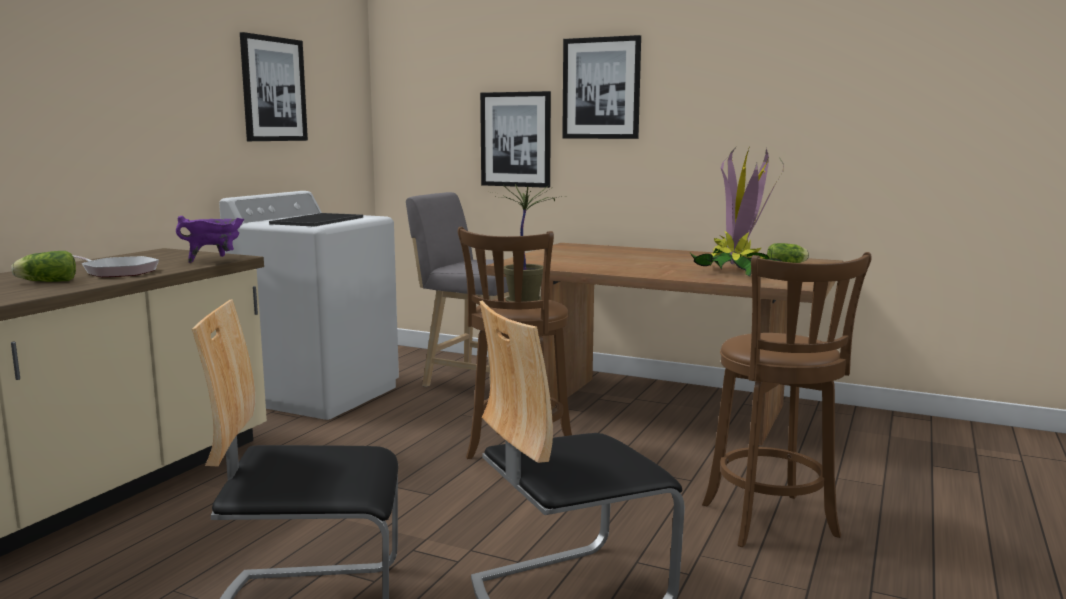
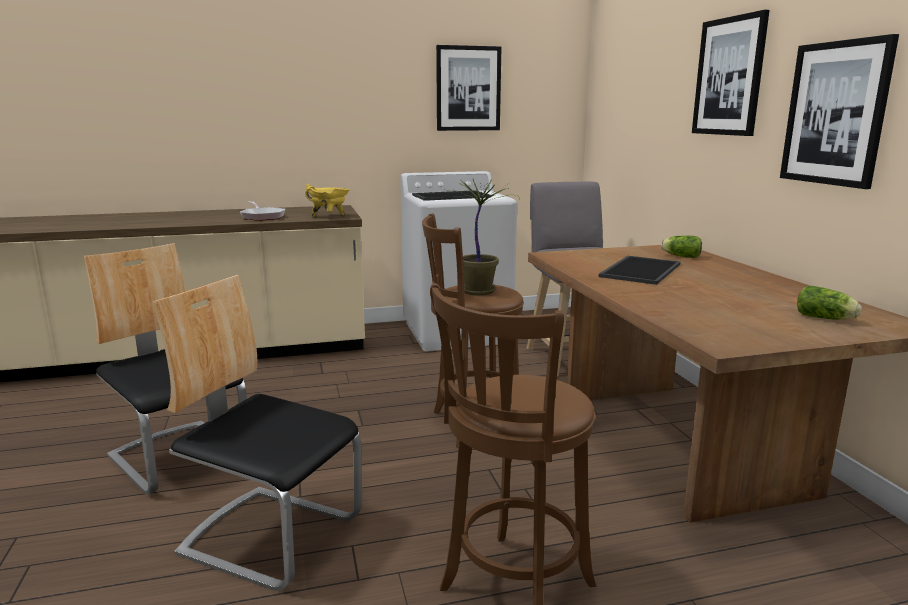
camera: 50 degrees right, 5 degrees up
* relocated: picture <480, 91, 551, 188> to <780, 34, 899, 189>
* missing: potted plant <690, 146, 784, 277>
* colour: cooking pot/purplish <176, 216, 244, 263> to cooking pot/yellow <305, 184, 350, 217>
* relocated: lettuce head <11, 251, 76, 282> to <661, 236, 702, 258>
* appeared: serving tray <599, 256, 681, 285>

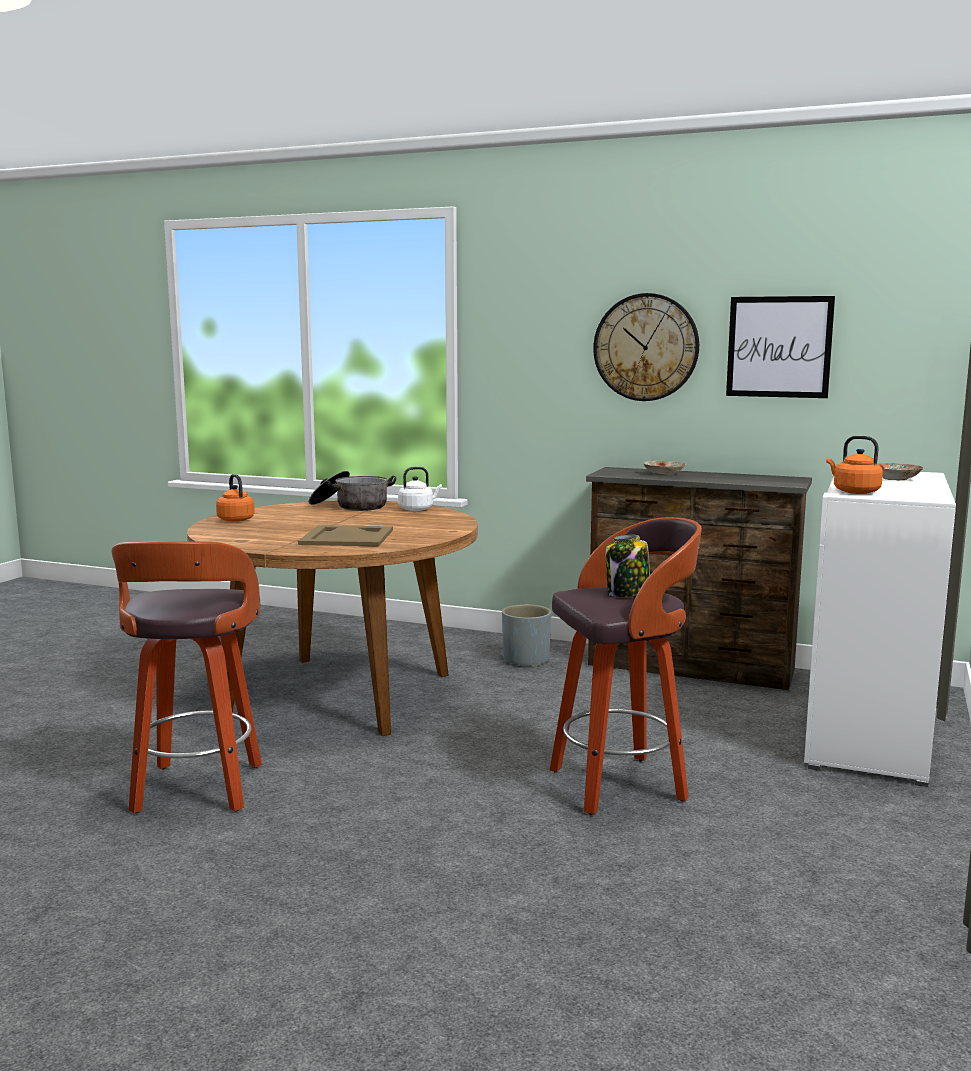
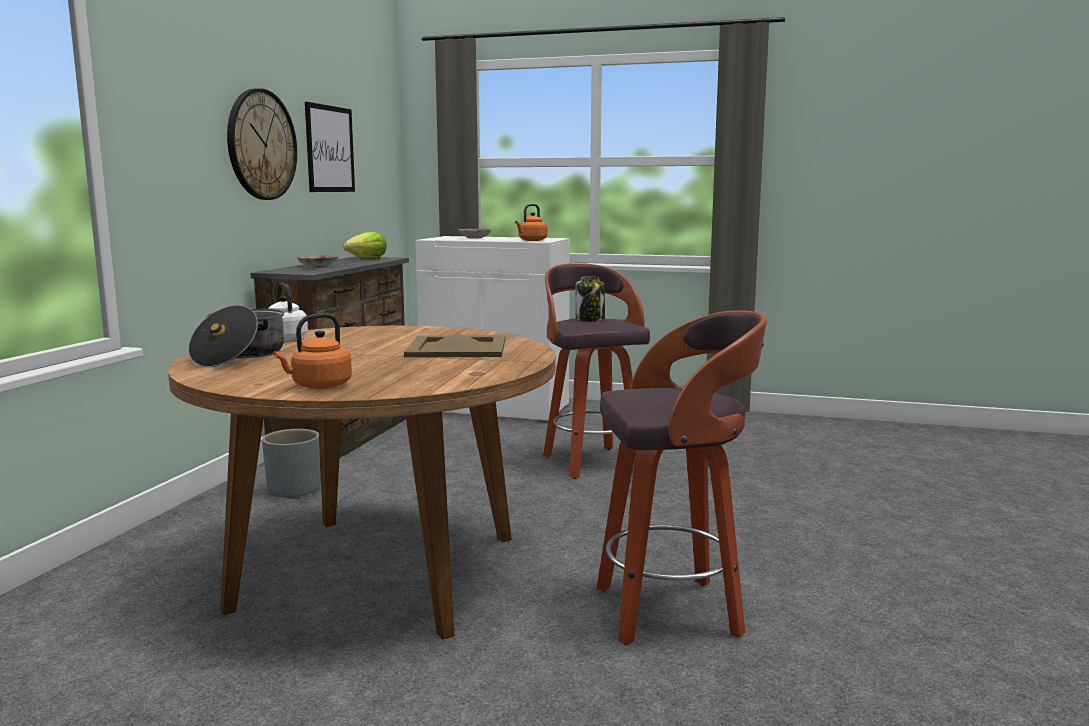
camera: 95 degrees left, 0 degrees up
* appeared: lettuce head <343, 232, 387, 258>

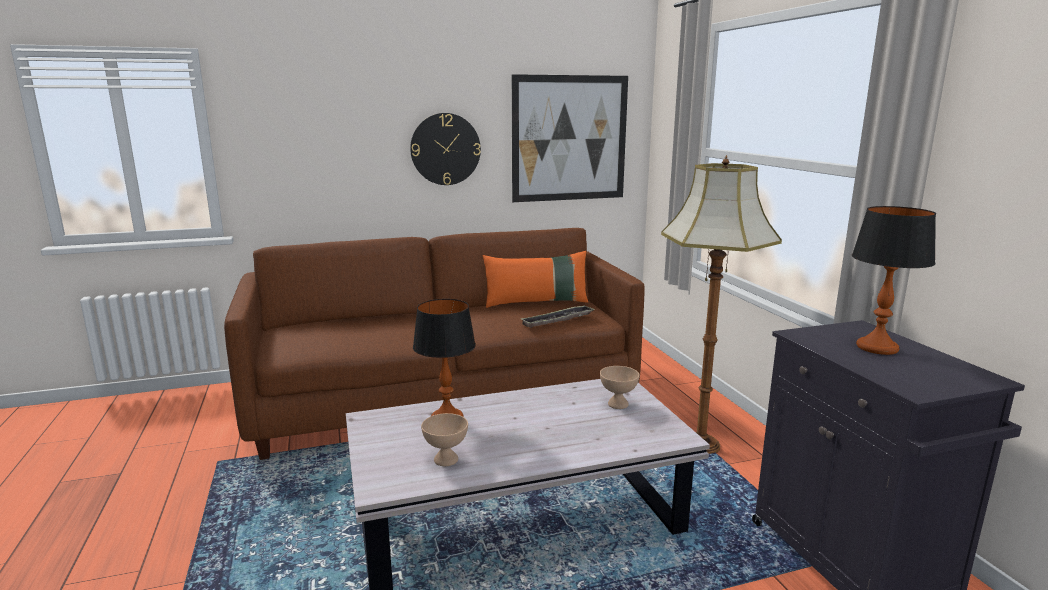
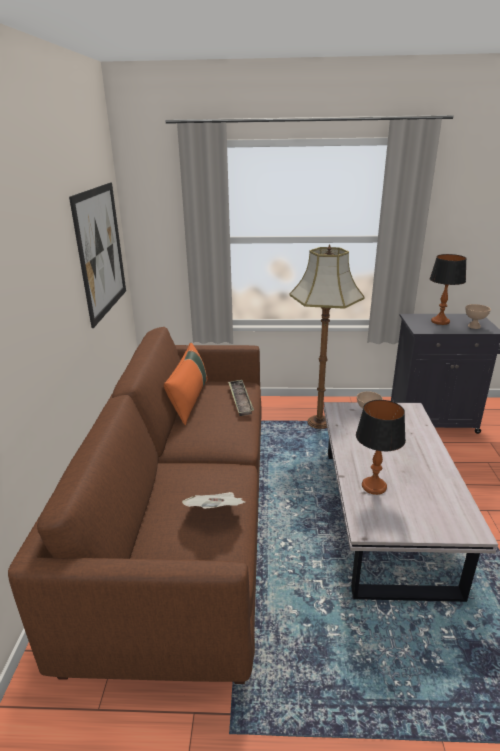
camera: 70 degrees left, 10 degrees up
* missing: clock on the wall <410, 113, 481, 185>
* relocated: deep dish/beige <421, 413, 468, 466> to <466, 304, 491, 329>
* appeared: newspaper <182, 492, 245, 509>

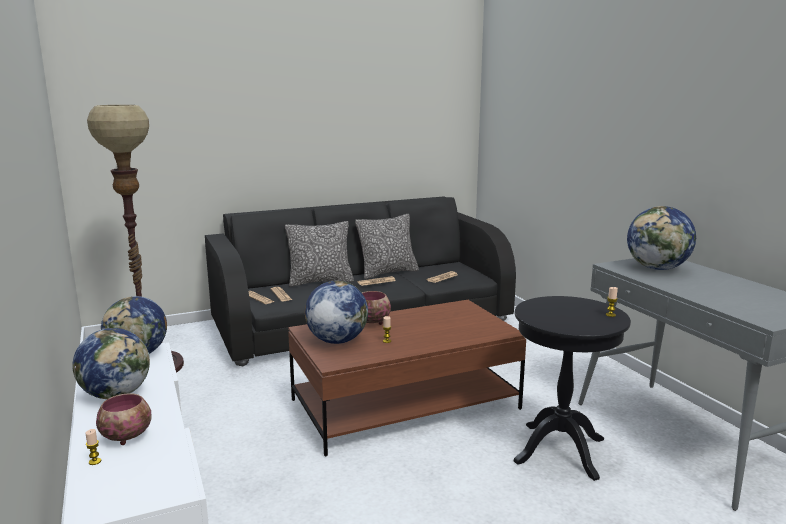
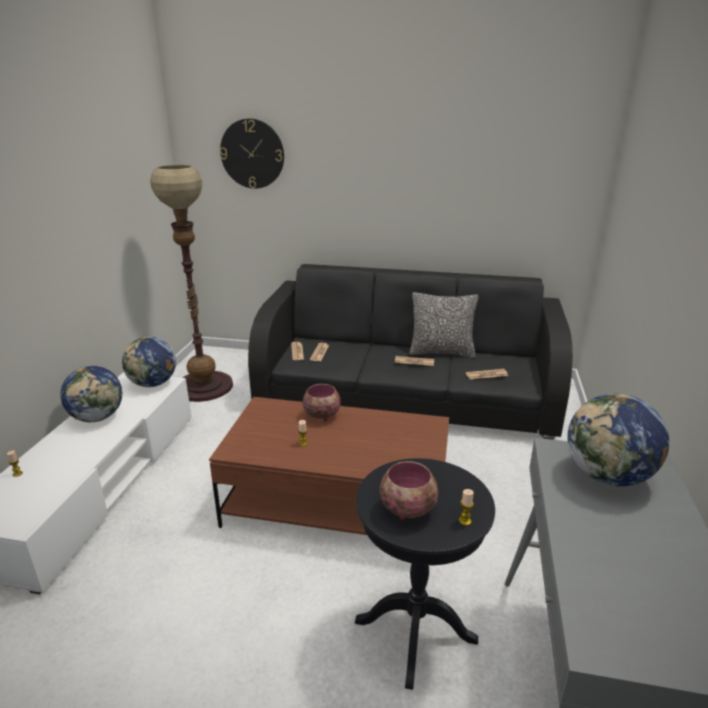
camera: 35 degrees right, 10 degrees up
* missing: throw pillow <285, 221, 354, 287>
* missing: world globe <305, 280, 368, 344>
* relocated: deep dish <96, 393, 152, 445> to <380, 461, 439, 521>
* appeared: clock on the wall <220, 118, 284, 189>

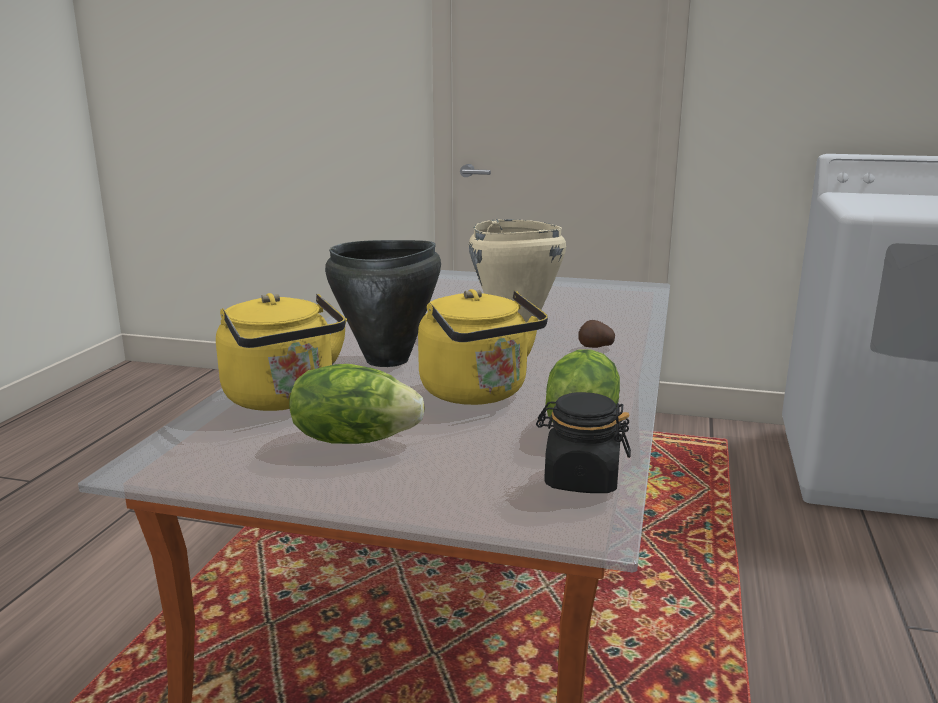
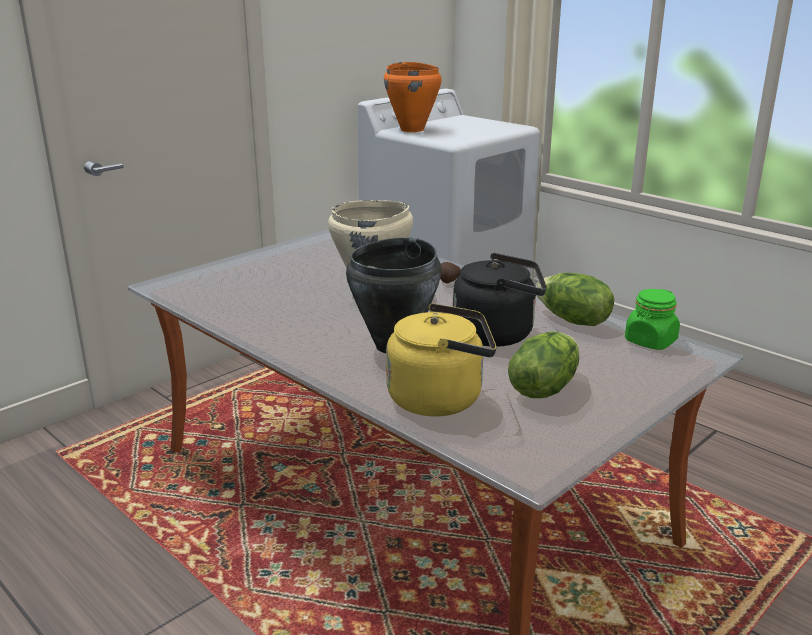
camera: 60 degrees left, 5 degrees up
* colour: kettle/yellow <418, 289, 548, 405> to kettle/black-coloured <453, 253, 547, 347>
* colour: storage jar/black-coloured <536, 392, 631, 493> to storage jar/greenish <625, 289, 680, 350>
* appeared: cooking pot/orange-coloured <384, 62, 442, 132>

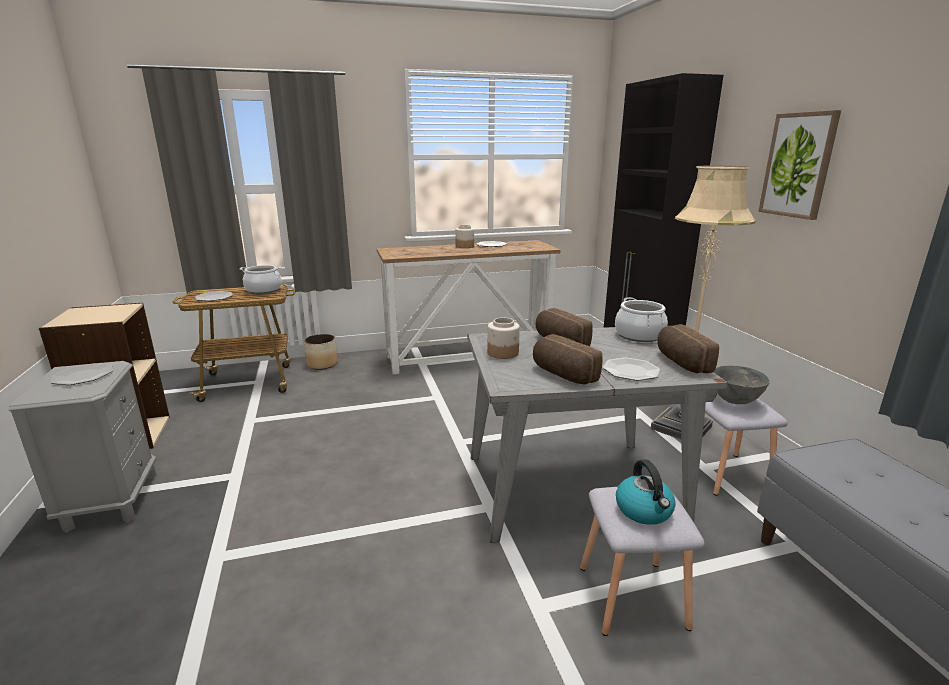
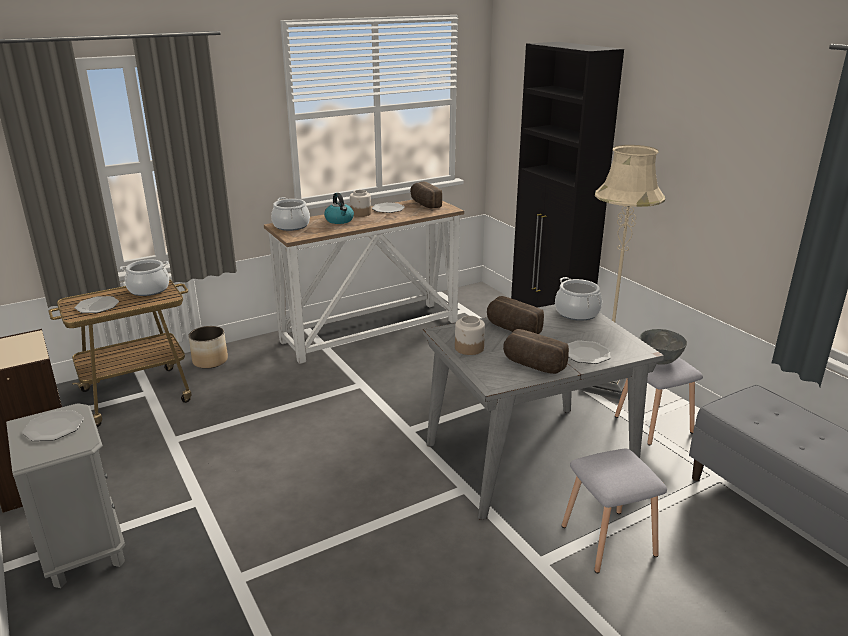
camera: 15 degrees left, 5 degrees up
* missing: picture <758, 110, 841, 220>
* relocated: baked bread <657, 324, 719, 373> to <410, 181, 442, 208>
* relocated: kettle <616, 459, 676, 525> to <324, 193, 354, 224>
* appeared: cooking pot <271, 197, 310, 231>

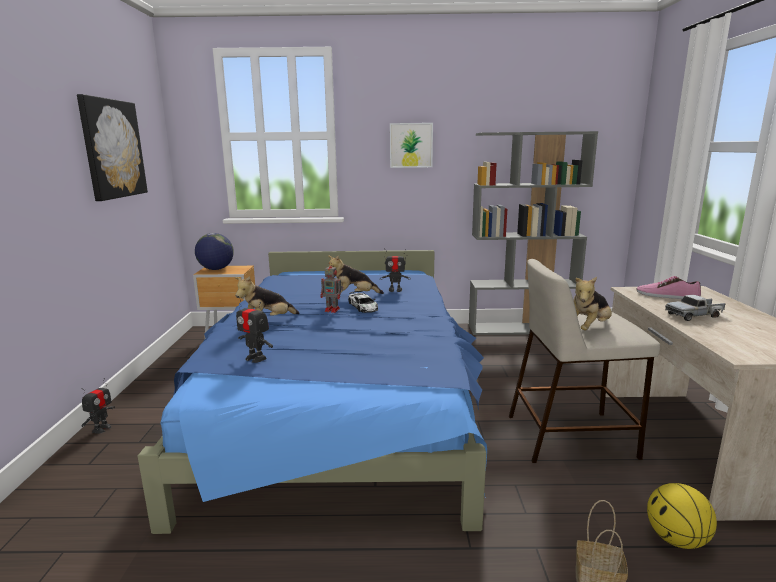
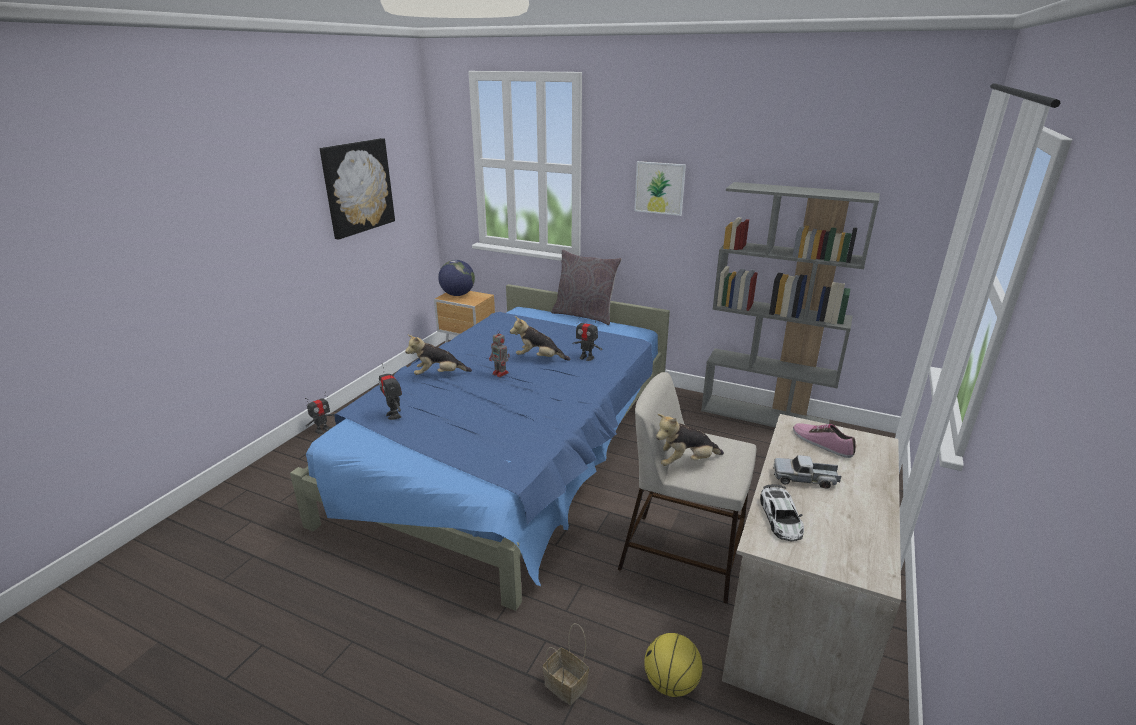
camera: 25 degrees right, 10 degrees up
* relocated: model car <348, 291, 378, 313> to <760, 484, 804, 541>
* appeared: throw pillow/gray <551, 249, 622, 325>

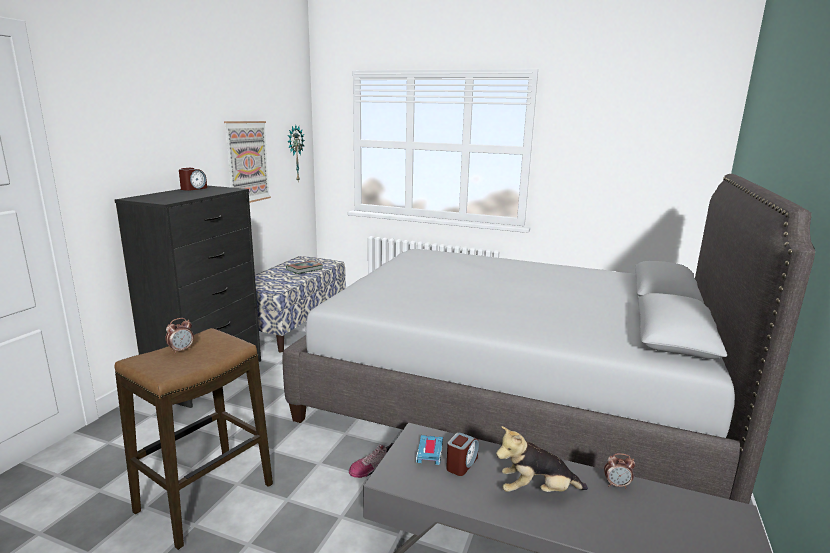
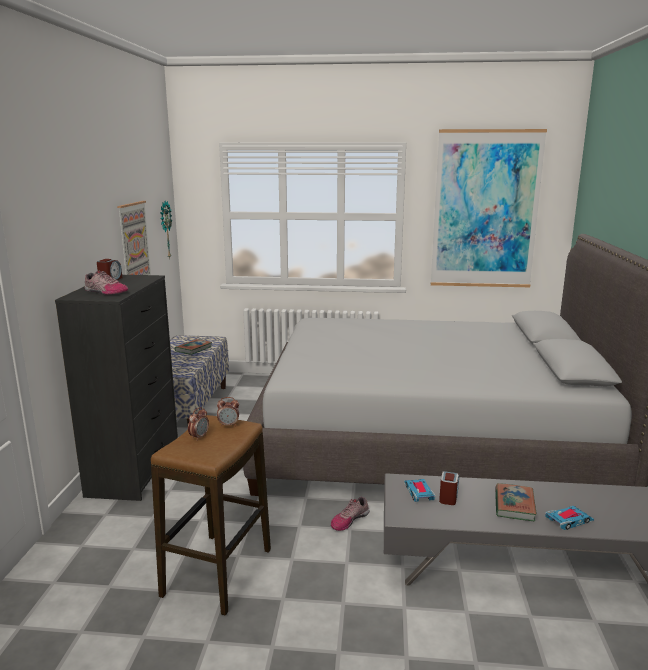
camera: 15 degrees left, 0 degrees up
* exchanged: plush toy <496, 426, 588, 492> to bound book <495, 483, 537, 521>
* relocated: bedside clock <604, 453, 635, 488> to <217, 397, 239, 427>
* appeared: picture <431, 129, 547, 287>
* appeared: item of footwear <85, 271, 128, 294>
* appeared: model car <545, 506, 594, 530>

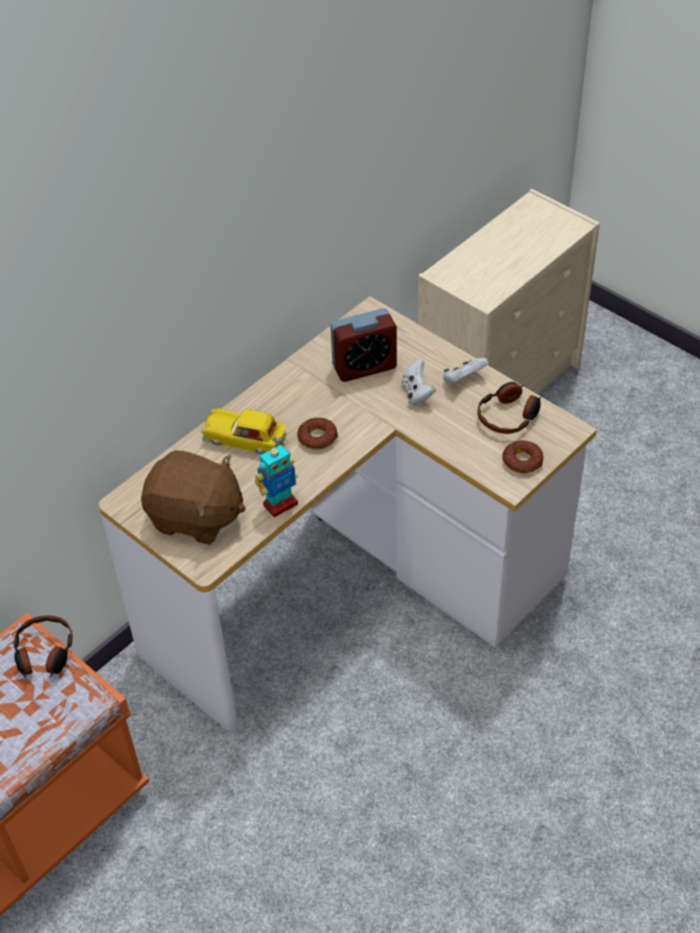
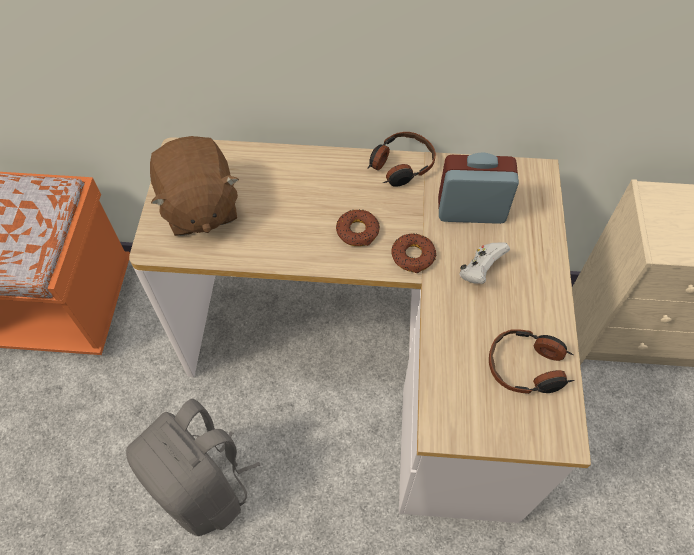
camera: 50 degrees right, 10 degrees up
* spun: bedside clock <330, 308, 397, 382> = <438, 152, 519, 224> 150 degrees clockwise
* missing: gamepad/white-coloured <443, 358, 489, 385>
* missing: model car <201, 408, 286, 454>
* relocated: donut <502, 440, 544, 473> to <392, 234, 436, 273>
* missing: model robot <255, 444, 298, 517>
* relocated: pair of headphones <13, 616, 73, 679> to <367, 132, 436, 187>
* appeared: backpack/gray <126, 399, 260, 536>

